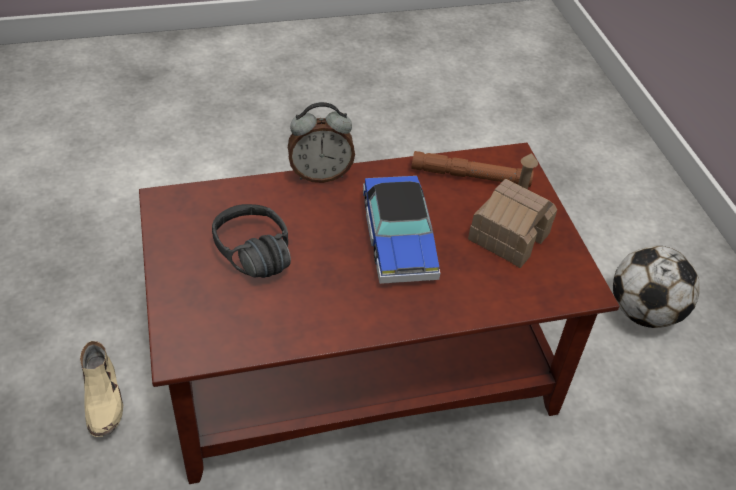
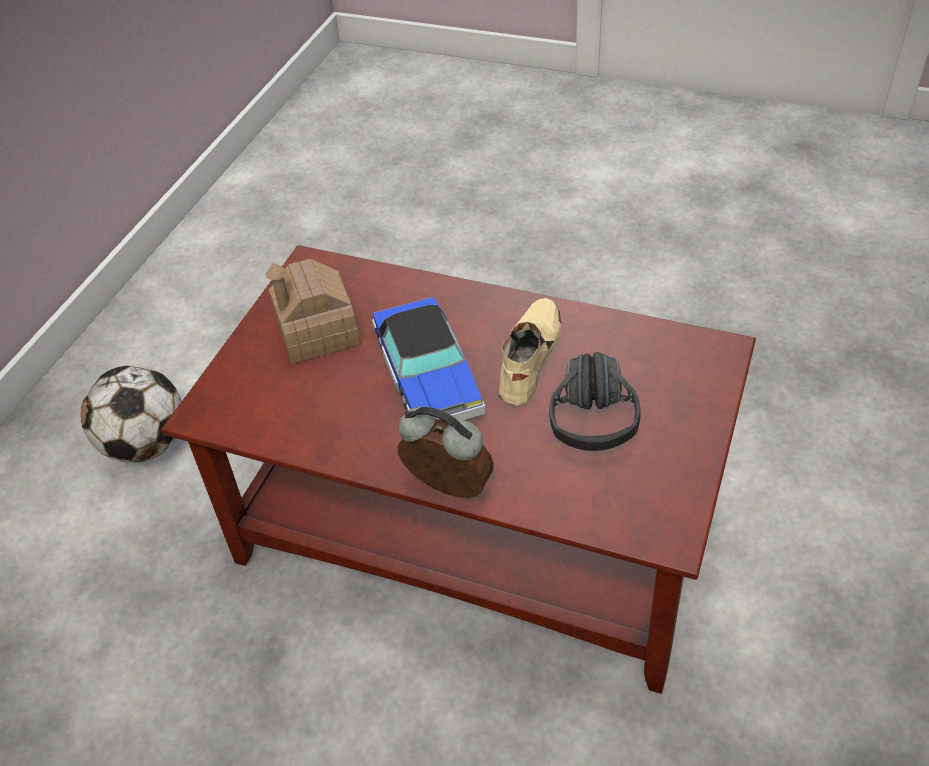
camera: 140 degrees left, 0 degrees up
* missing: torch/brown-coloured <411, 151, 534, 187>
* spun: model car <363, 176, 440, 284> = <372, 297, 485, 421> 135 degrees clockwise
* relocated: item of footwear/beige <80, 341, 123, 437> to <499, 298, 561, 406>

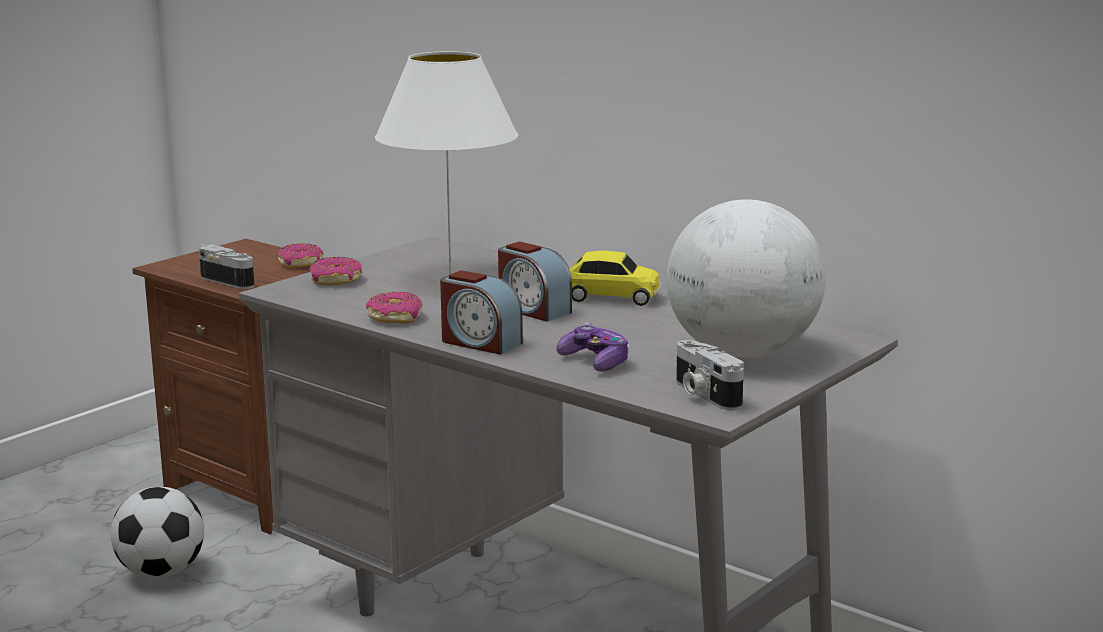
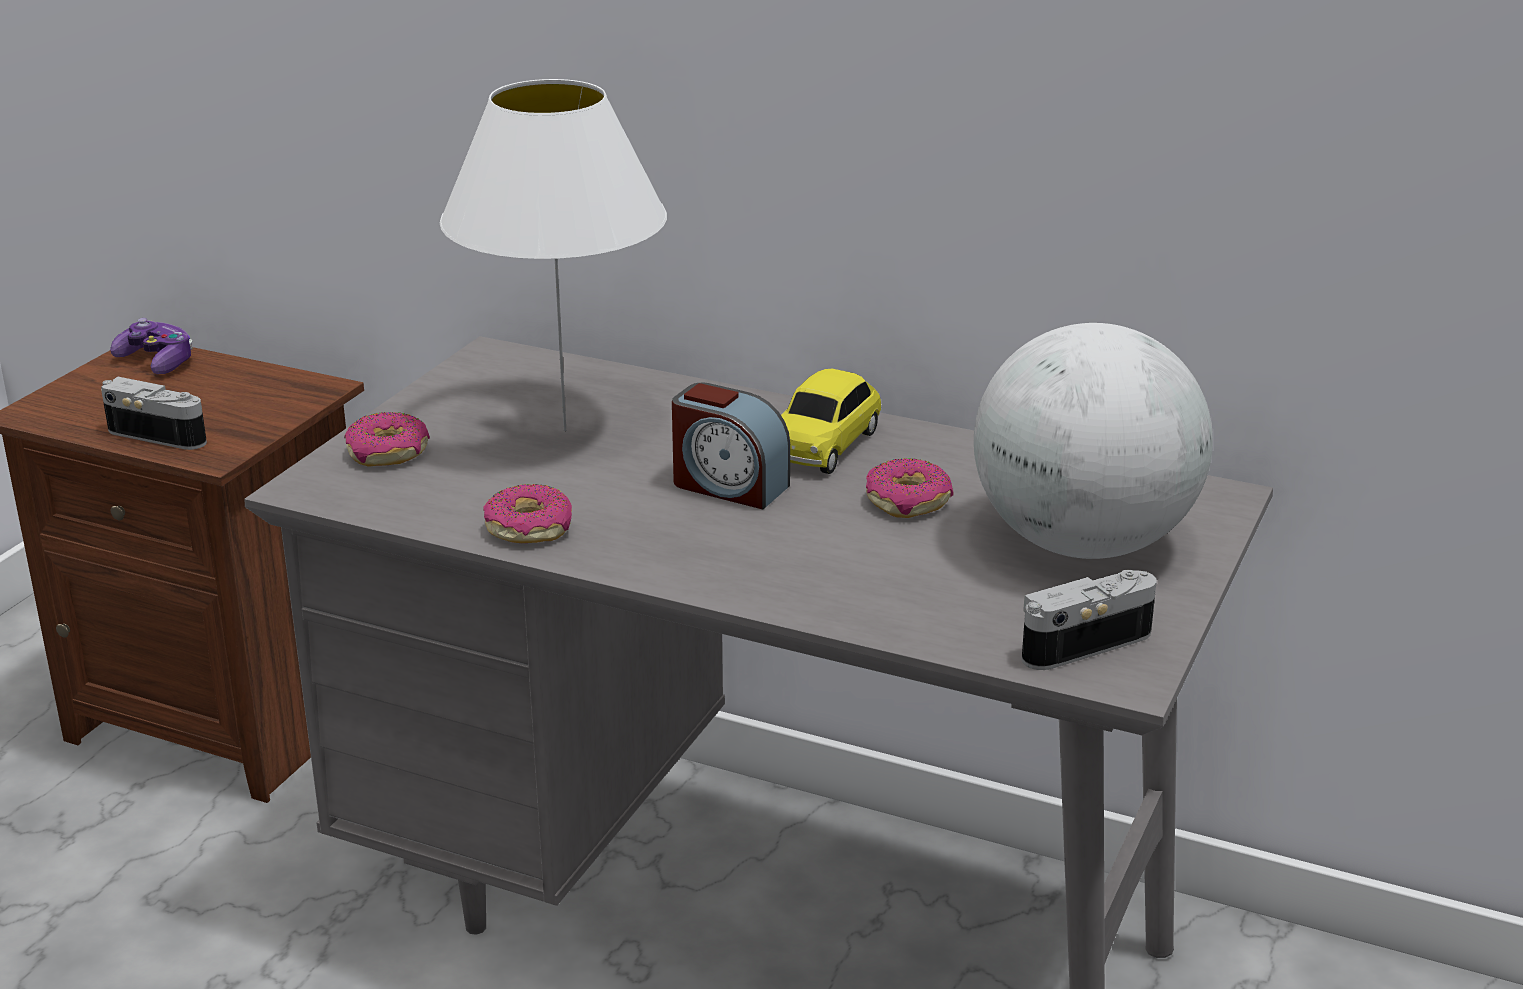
camera: 15 degrees left, 10 degrees up
* relocated: donut <277, 243, 324, 268> to <866, 458, 953, 518>
* spun: model car <569, 250, 661, 306> = <781, 369, 882, 474> 120 degrees clockwise
* missing: bedside clock <440, 270, 523, 355>
* relocated: gamepad <557, 322, 629, 371> to <110, 318, 193, 374>
* spun: still camera <676, 340, 744, 410> = <1022, 570, 1157, 670> 105 degrees clockwise
* missing: ball for football <110, 487, 204, 578>

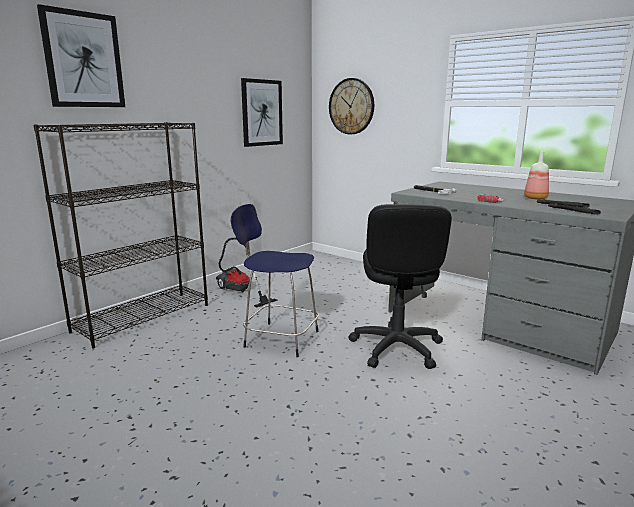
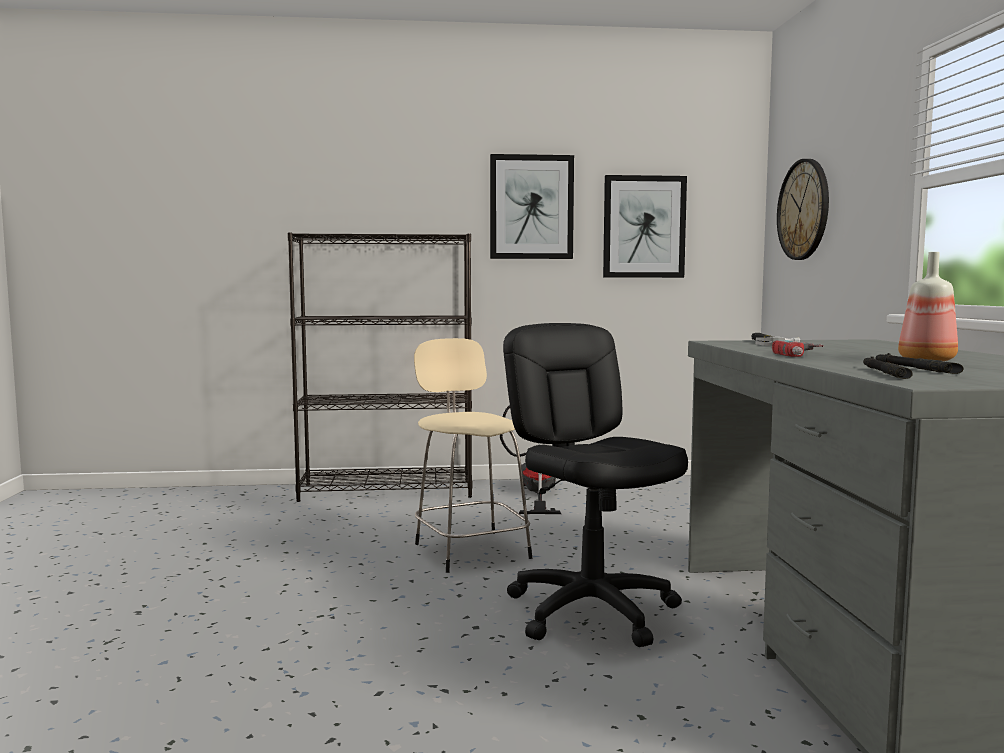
camera: 45 degrees right, 10 degrees down
* relocated: picture <37, 4, 125, 107> to <490, 154, 574, 259>
* colour: stool/blue-coloured <231, 204, 319, 357> to stool/beige <414, 338, 532, 573>
* spun: computer chair/black-coloured <348, 204, 452, 369> = <503, 323, 688, 647> 105 degrees clockwise

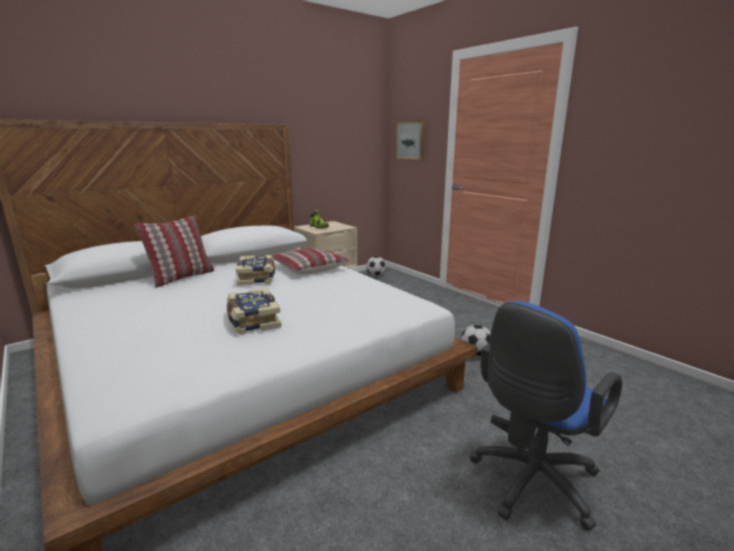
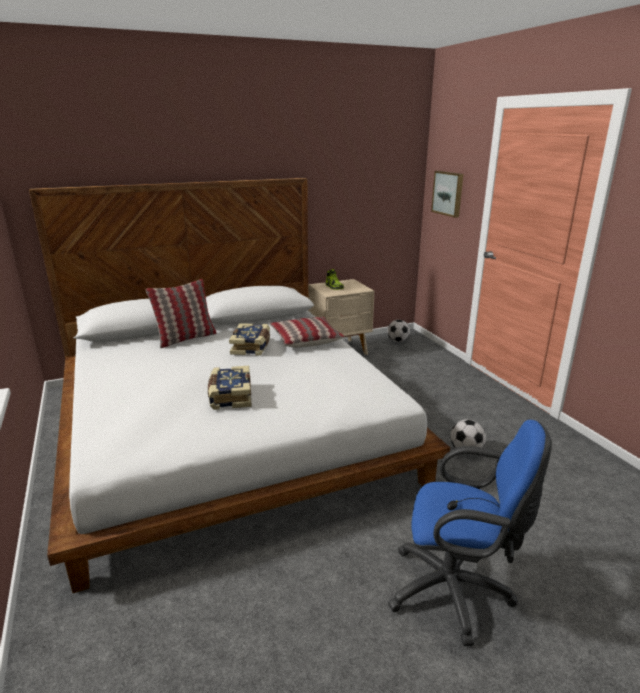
camera: 15 degrees right, 5 degrees up
* spun: computer chair/blue-coloured <469, 301, 622, 531> = <388, 420, 551, 646> 135 degrees counterclockwise

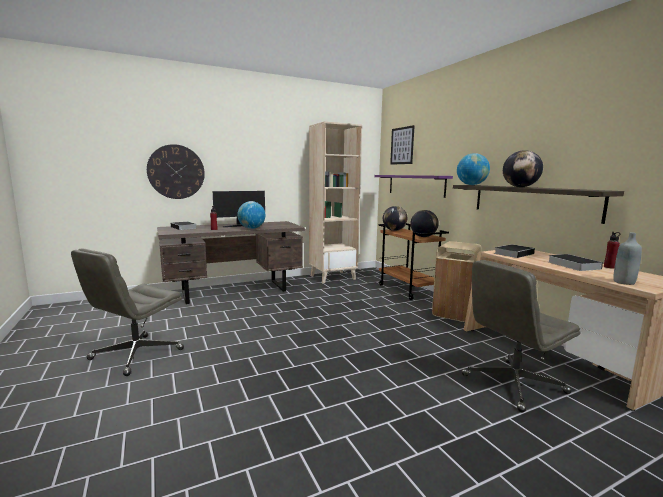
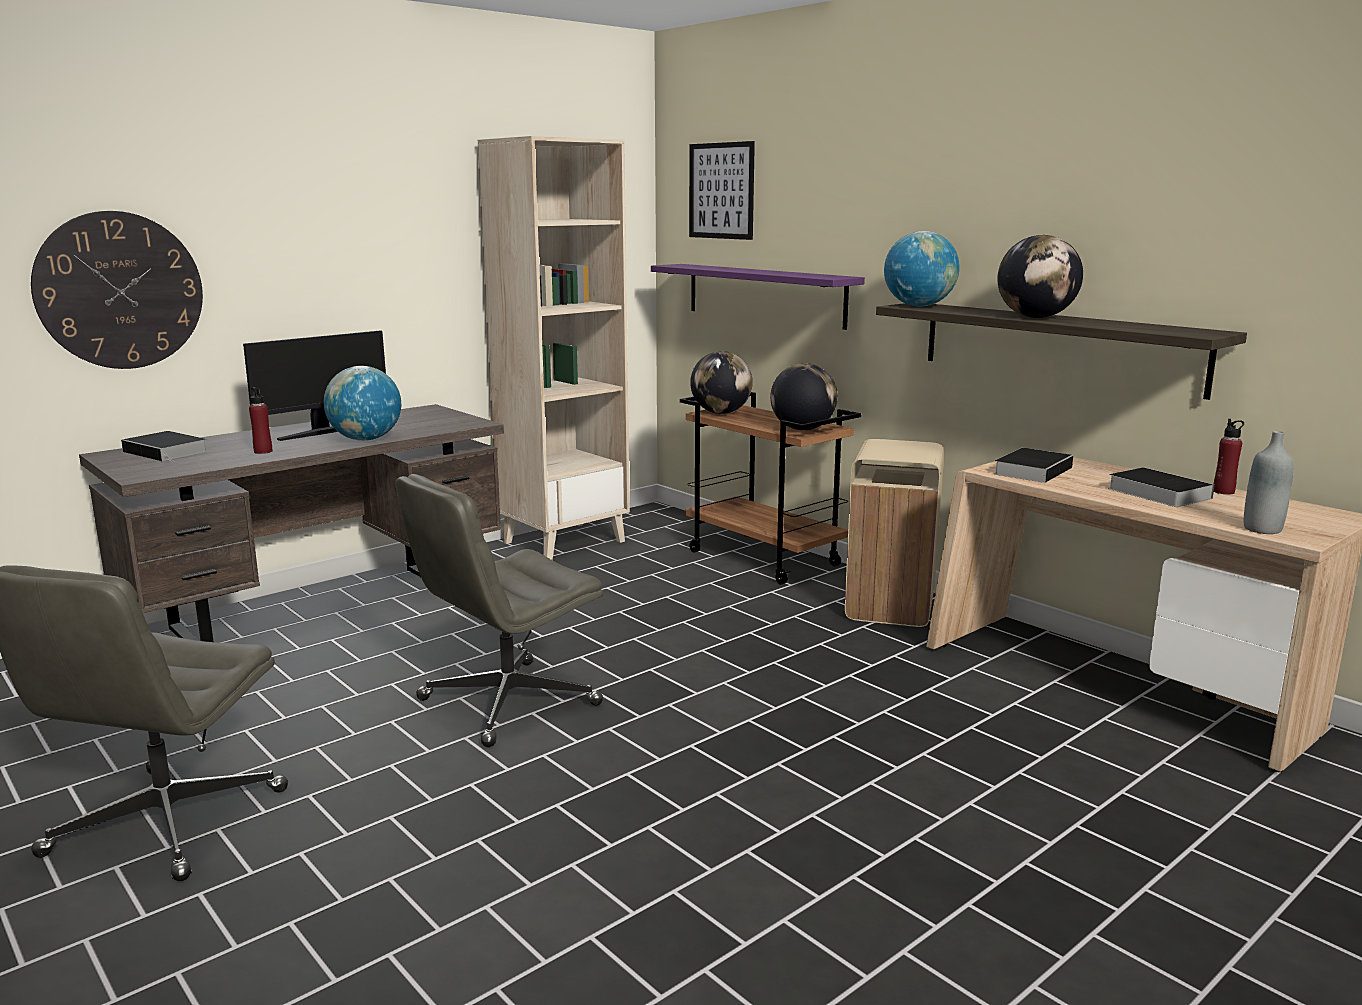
camera: 15 degrees left, 5 degrees up
* relocated: computer chair/gray <462, 260, 580, 413> to <396, 474, 603, 747>

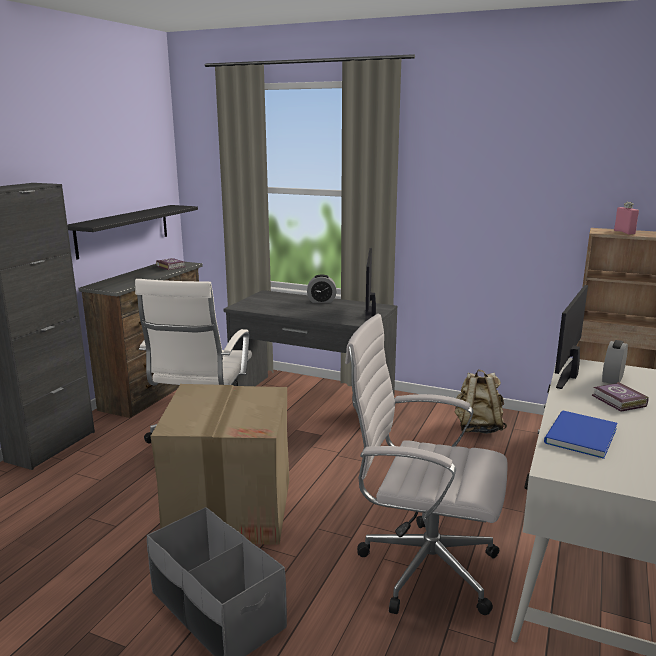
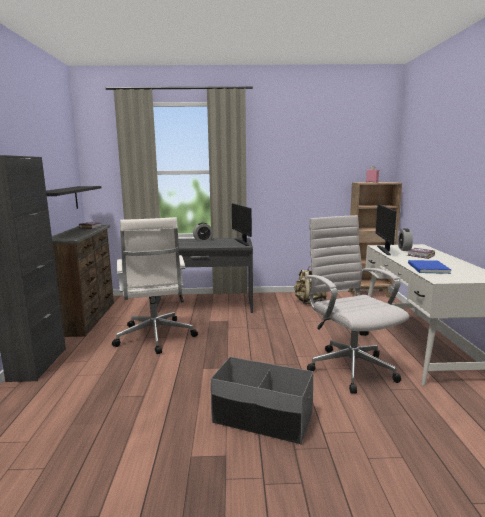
camera: 25 degrees left, 5 degrees down
* spun: computer chair/white-coloured <345, 314, 508, 615> = <305, 215, 409, 394> 75 degrees clockwise
* missing: cardboard box <151, 384, 289, 545>

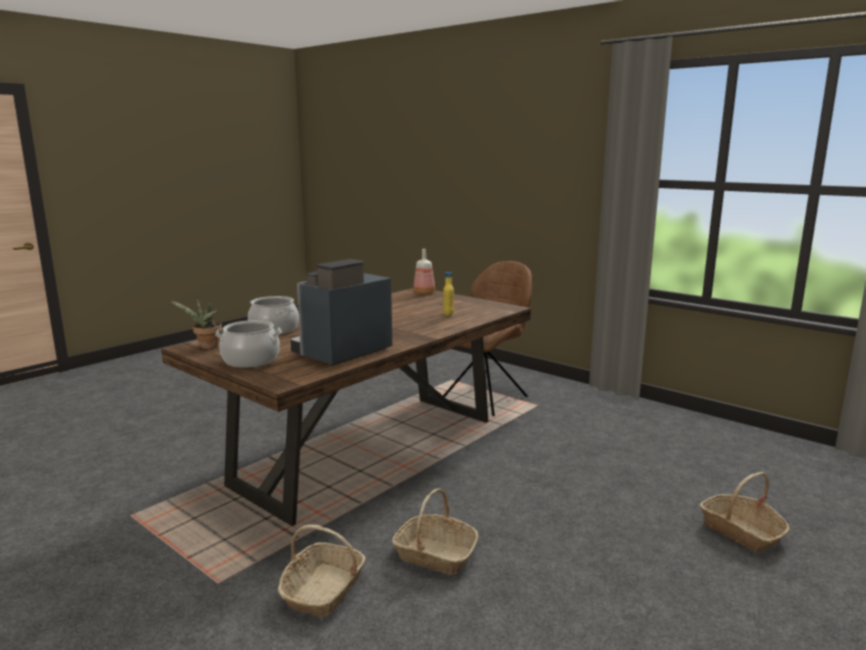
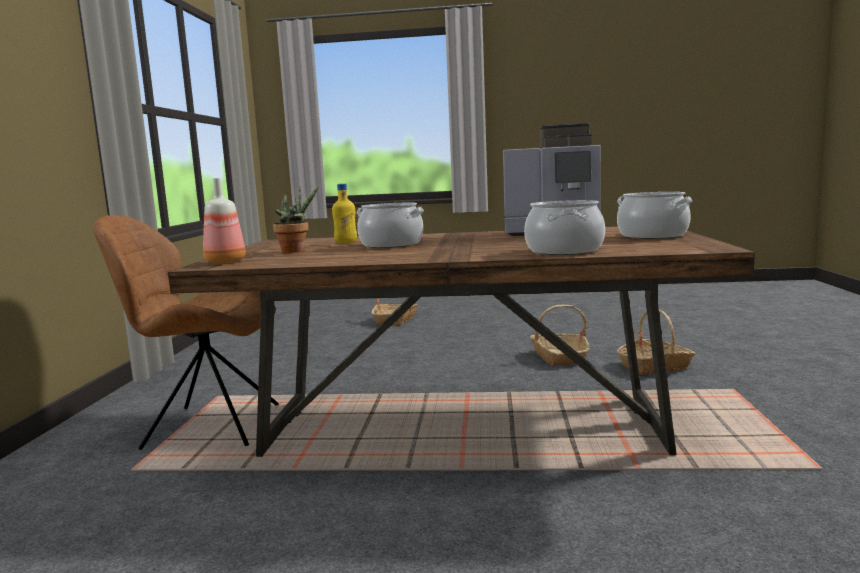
camera: 125 degrees left, 5 degrees down
* relocated: potted plant <171, 299, 222, 349> to <273, 186, 319, 253>
* appeared: cooking pot <357, 203, 424, 248>

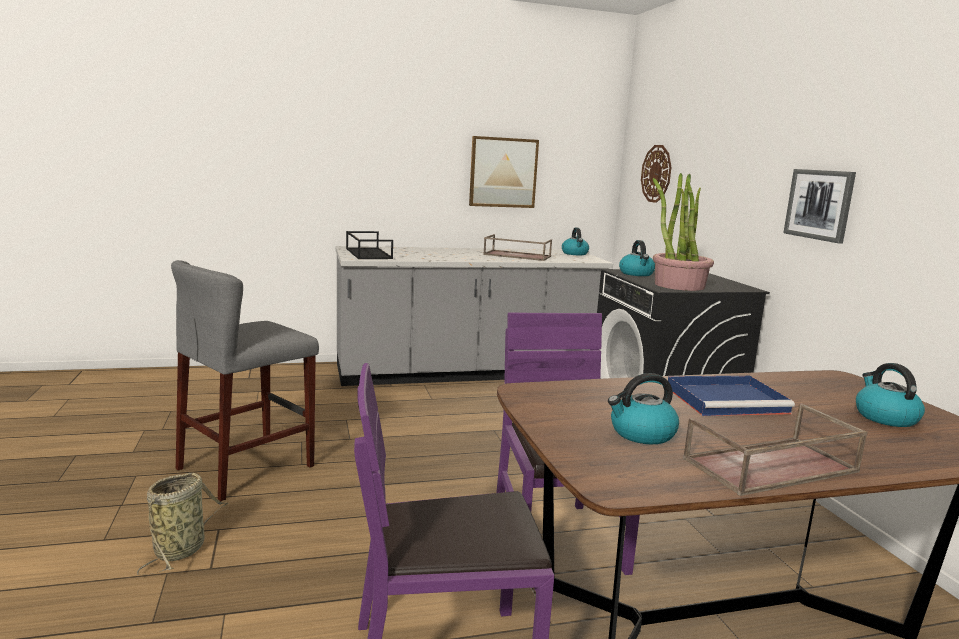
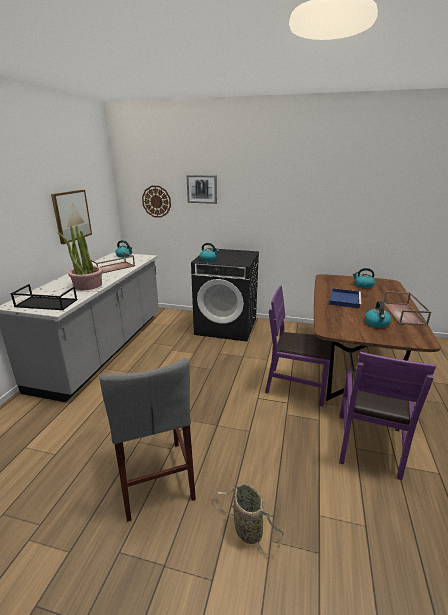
camera: 60 degrees left, 10 degrees up
* relocated: picture <783, 169, 856, 243> to <187, 175, 217, 204>
* relocated: potted plant <653, 173, 714, 291> to <58, 225, 103, 290>

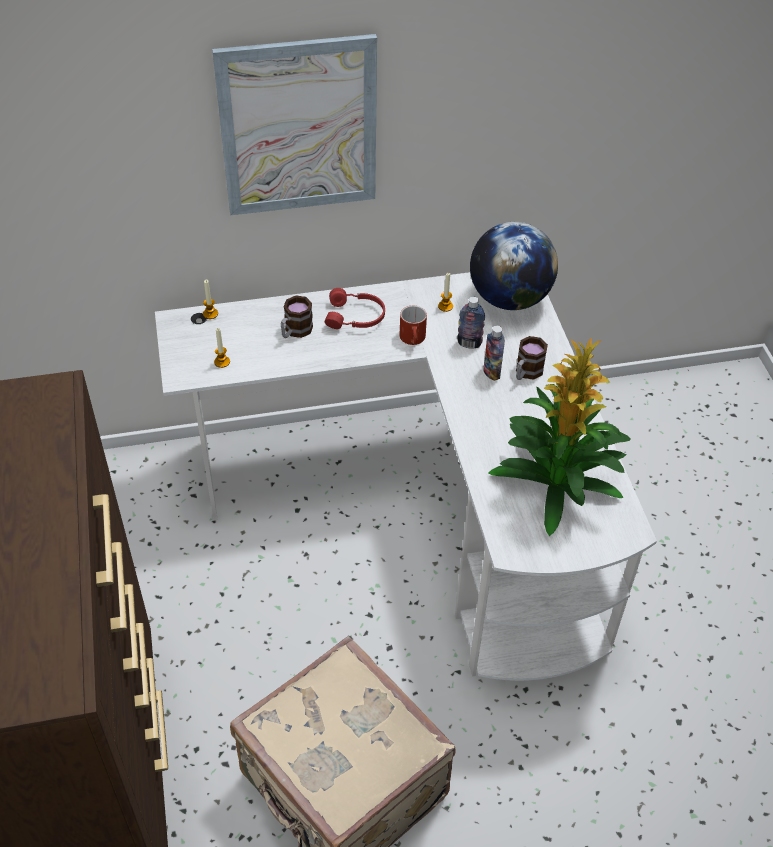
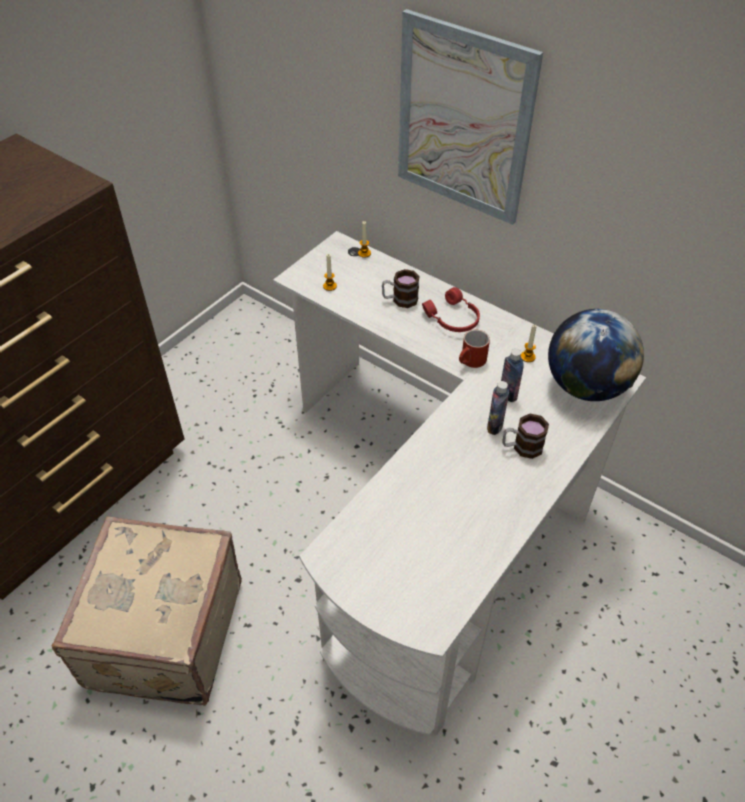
camera: 50 degrees right, 0 degrees up
* missing: potted plant <488, 337, 631, 536>

